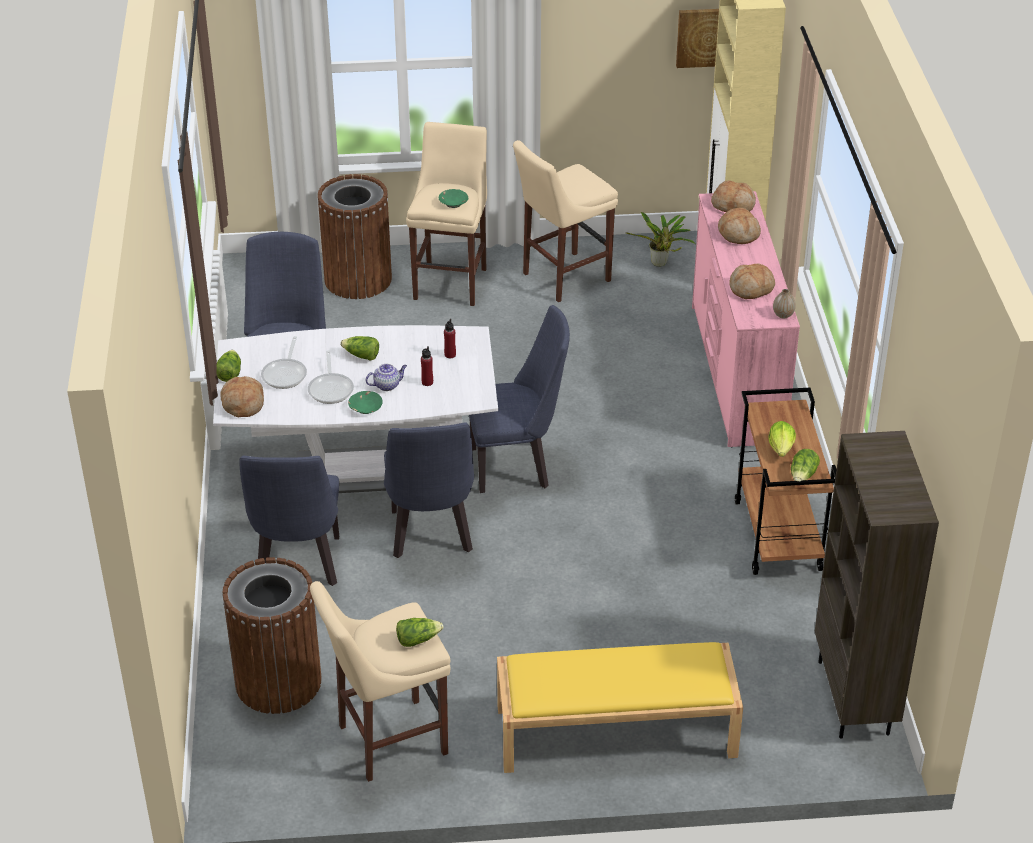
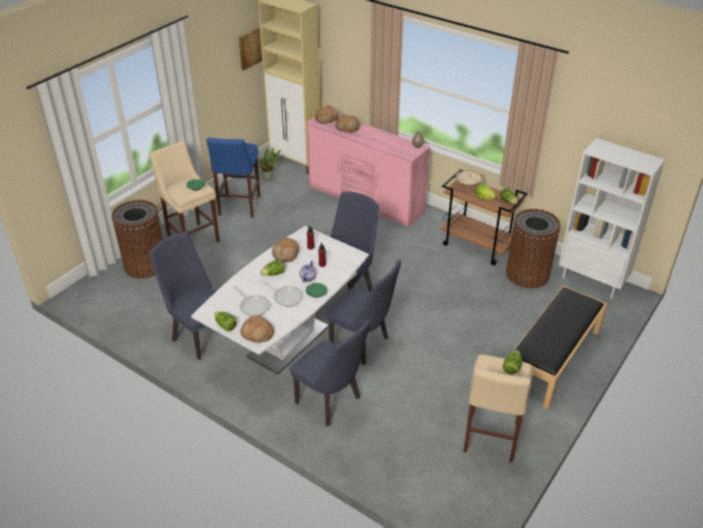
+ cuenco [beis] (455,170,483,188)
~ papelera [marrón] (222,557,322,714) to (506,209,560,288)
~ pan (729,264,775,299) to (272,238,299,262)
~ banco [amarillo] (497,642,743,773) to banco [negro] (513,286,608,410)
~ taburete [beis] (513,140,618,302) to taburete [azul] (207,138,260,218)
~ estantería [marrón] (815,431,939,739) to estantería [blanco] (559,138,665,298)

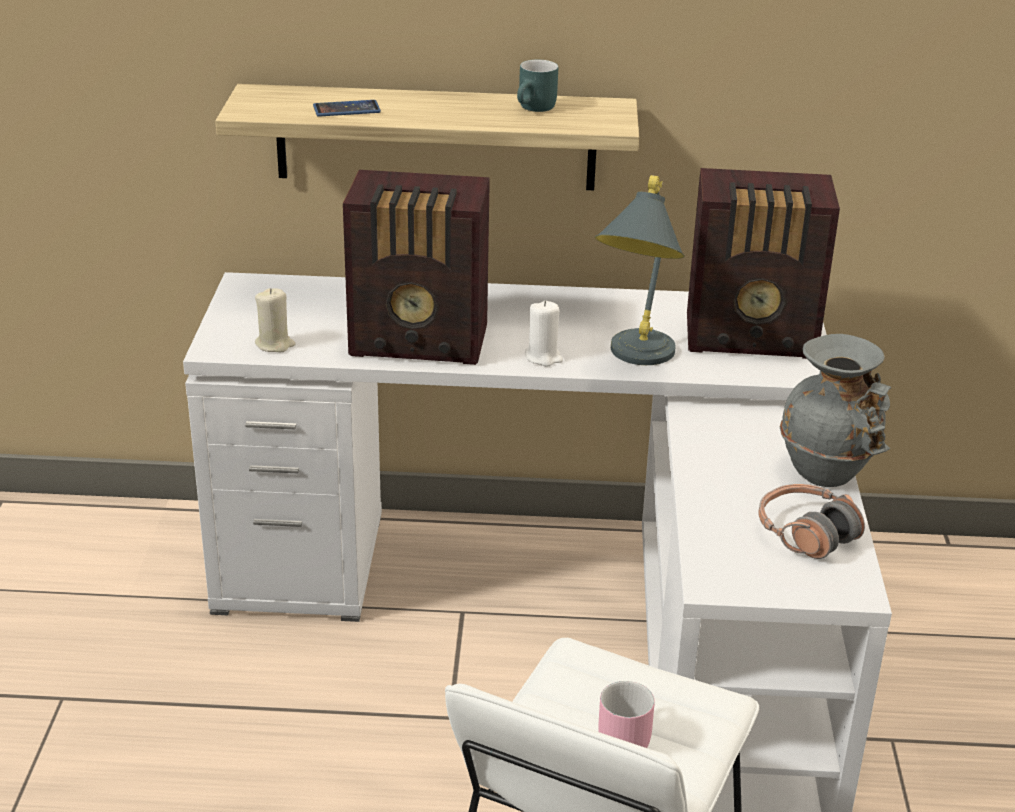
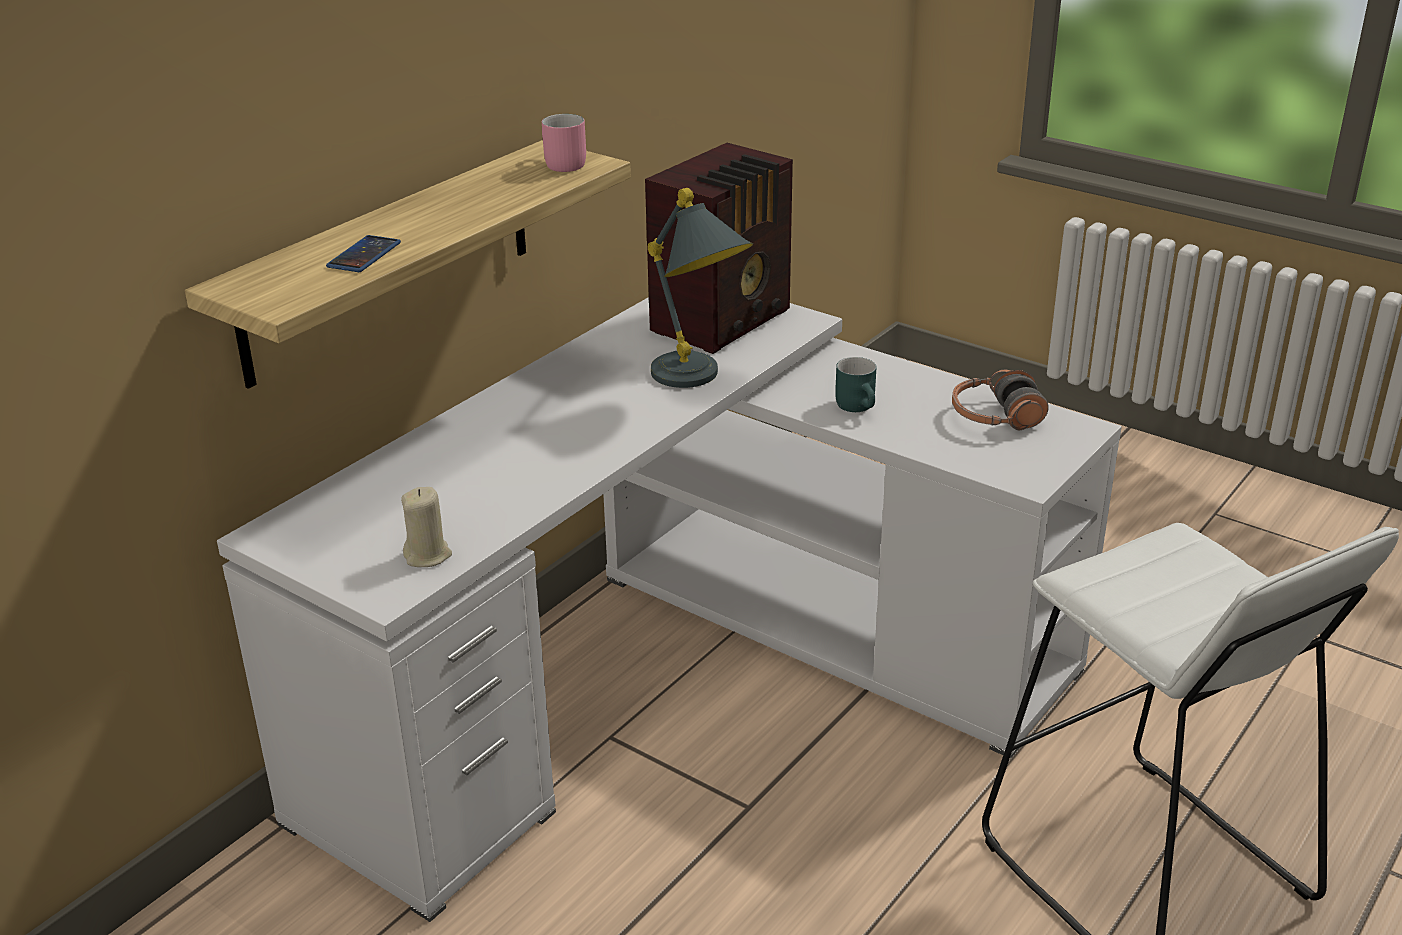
- radio (343,170,490,365)
- vela [blanco] (525,301,563,366)
- florero [gris] (780,334,891,487)
~ taza grande [turquesa] (517,60,558,112) to (835,357,876,412)
~ taza grande [rosa] (598,681,655,748) to (542,114,586,172)

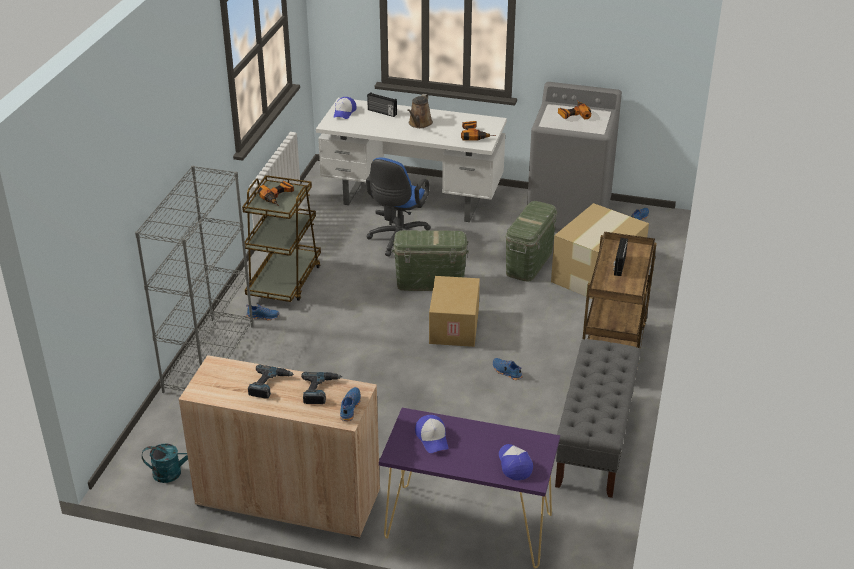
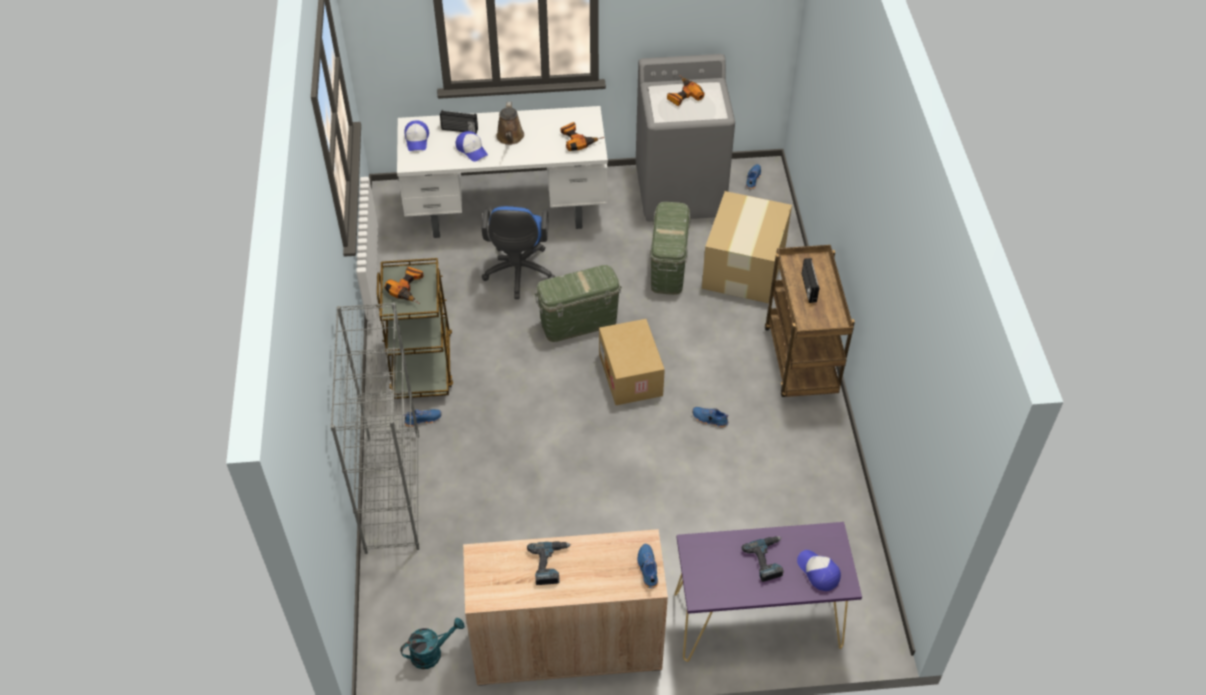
- banco [gris] (555,339,641,498)
~ taladro (301,372,342,404) to (742,536,784,582)
~ gorra (415,415,448,453) to (456,131,488,162)

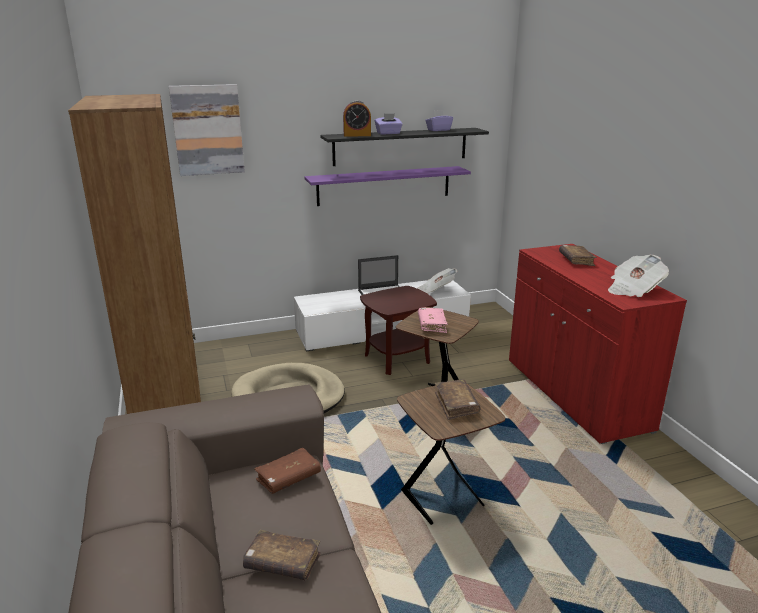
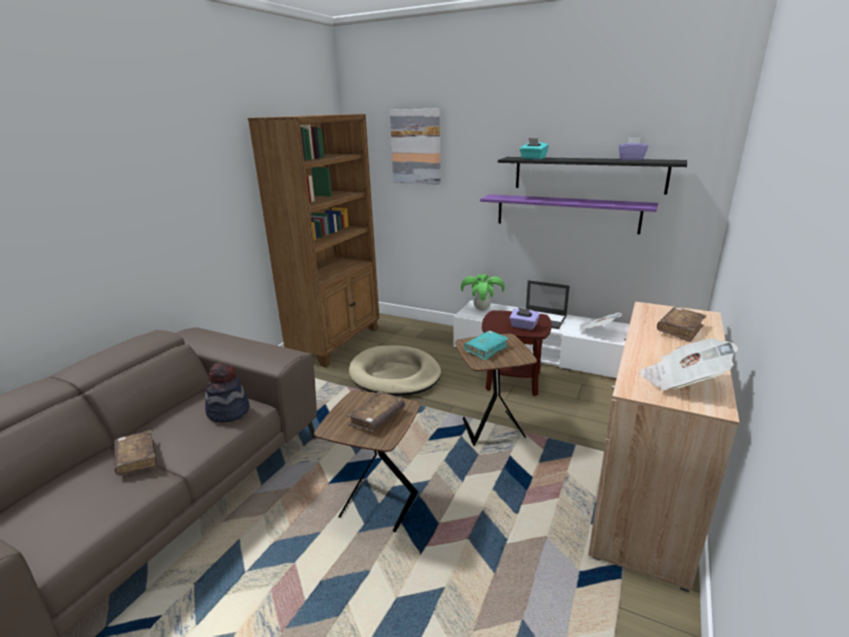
+ planta en maceta (461,274,505,311)
~ caja de pañuelos [morado] (375,113,403,135) to (509,308,540,330)
~ libro [marrón] (254,447,321,494) to sombrero (205,363,249,423)
~ despertador (343,100,371,137) to caja de pañuelos [turquesa] (520,138,549,160)
~ libro [rosa] (418,308,448,333) to libro [turquesa] (464,331,509,360)
~ armario [rojo] (509,244,687,444) to armario [beis] (588,302,739,592)

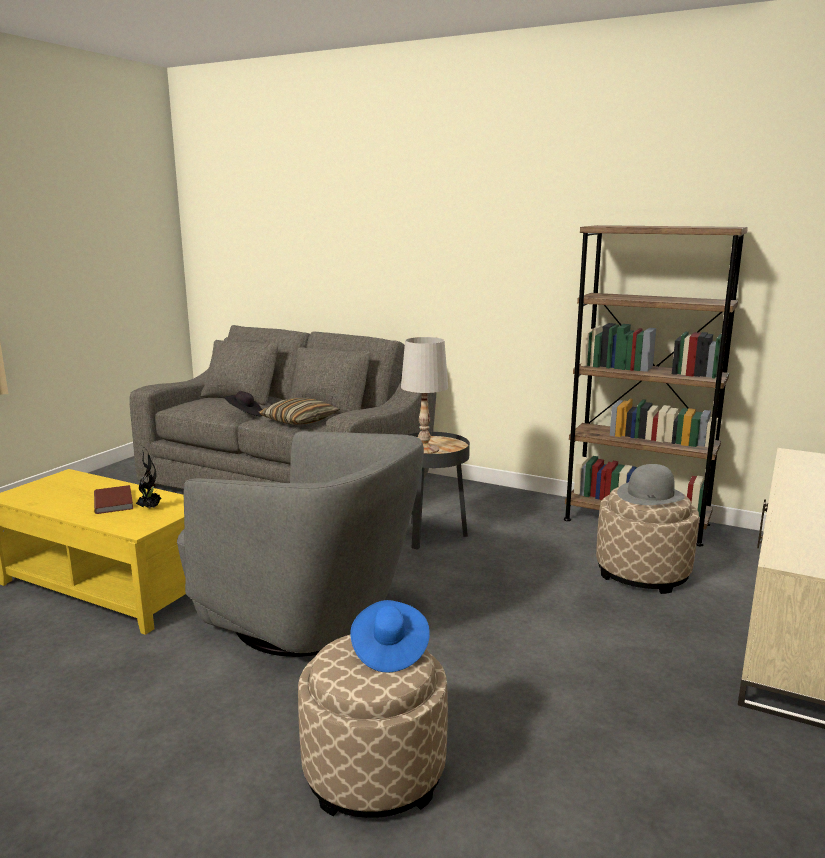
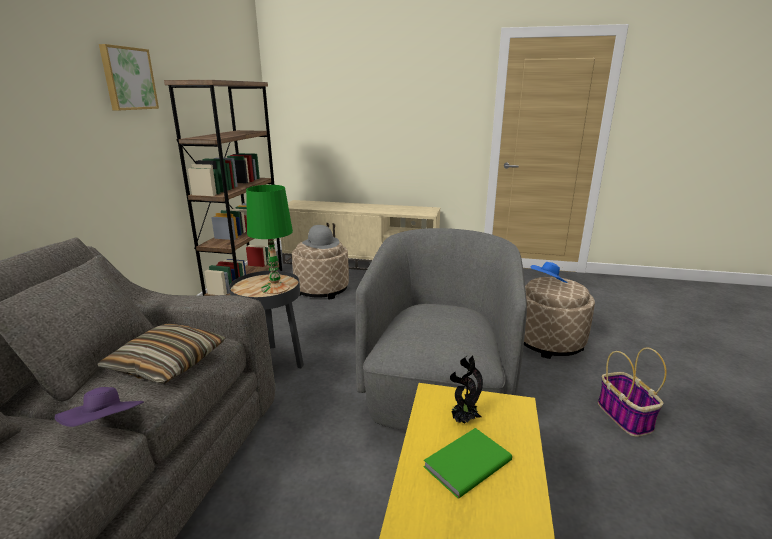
+ cuadro (99,44,159,110)
+ cesta (598,348,667,437)
~ libro [marrón] (94,485,133,514) to libro [verde] (424,428,512,499)
~ sombrero [negro] (224,391,262,416) to sombrero [morado] (55,387,144,427)
~ lámpara de mesa [blanco] (401,337,448,454) to lámpara de mesa [verde] (246,185,293,294)

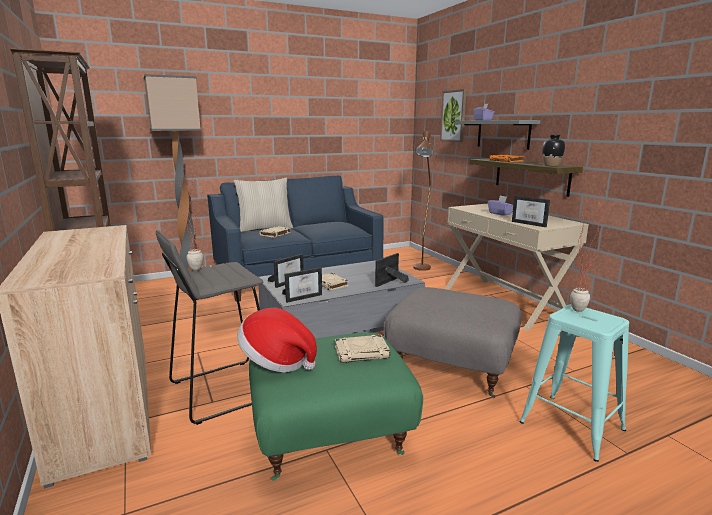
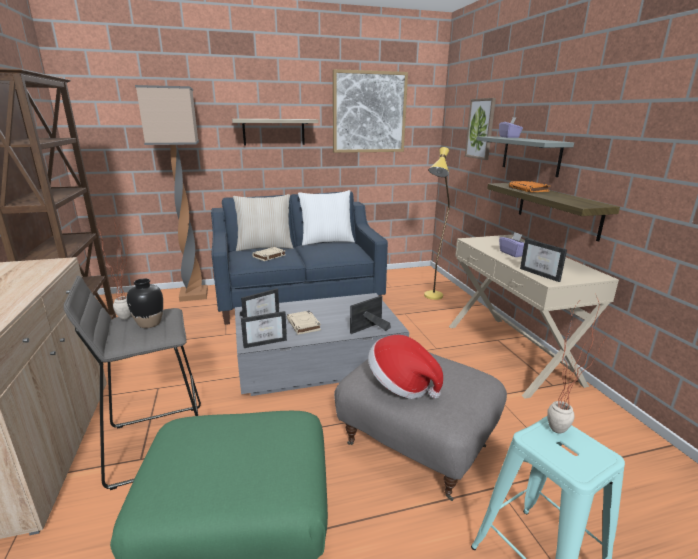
- libro [beis] (335,335,390,363)
+ estante (232,119,319,145)
+ cojín [blanco] (298,190,355,246)
+ cuadro (333,69,408,153)
~ sombrero (237,308,317,373) to (368,335,443,399)
~ florero [negro] (542,135,565,166) to (127,278,163,328)
~ lámpara de pie [marrón] (413,131,433,271) to lámpara de pie [amarillo] (424,147,450,300)

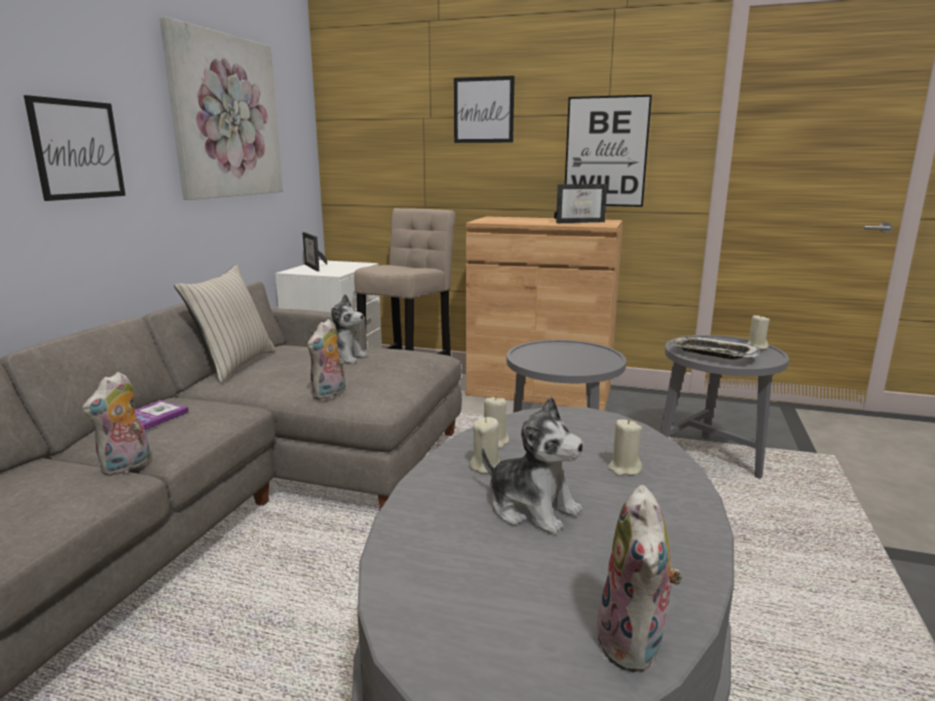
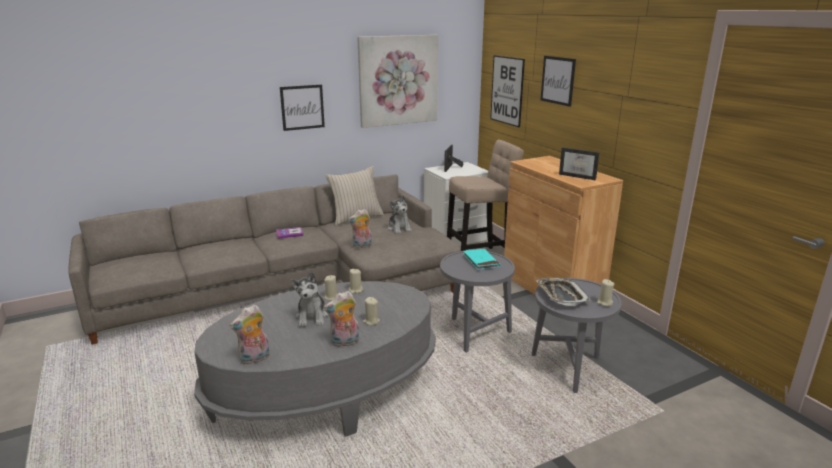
+ libro [turquesa] (463,249,500,270)
~ peluche (82,372,150,476) to (324,291,359,347)
~ cuadro (565,95,652,207) to (490,55,525,127)

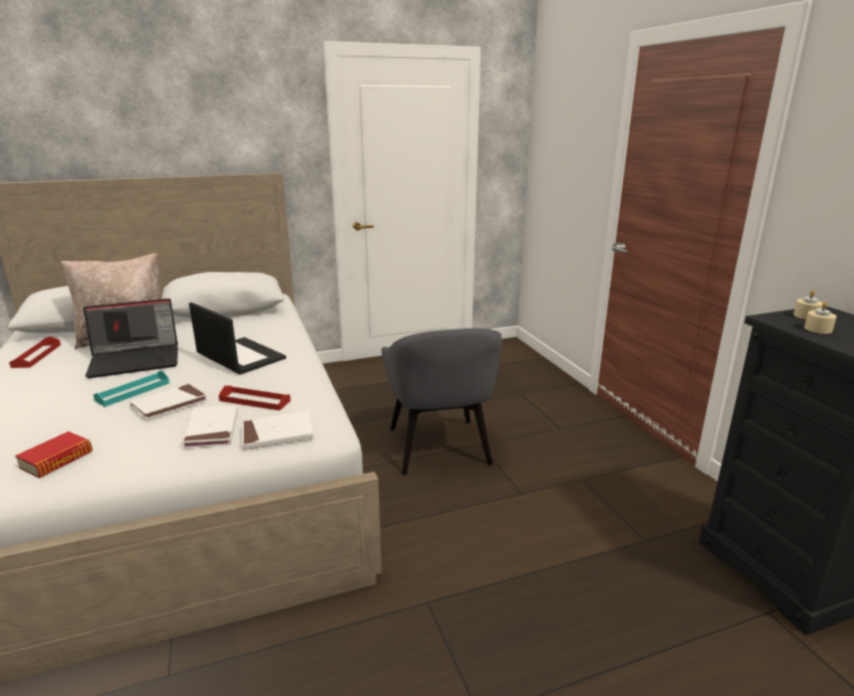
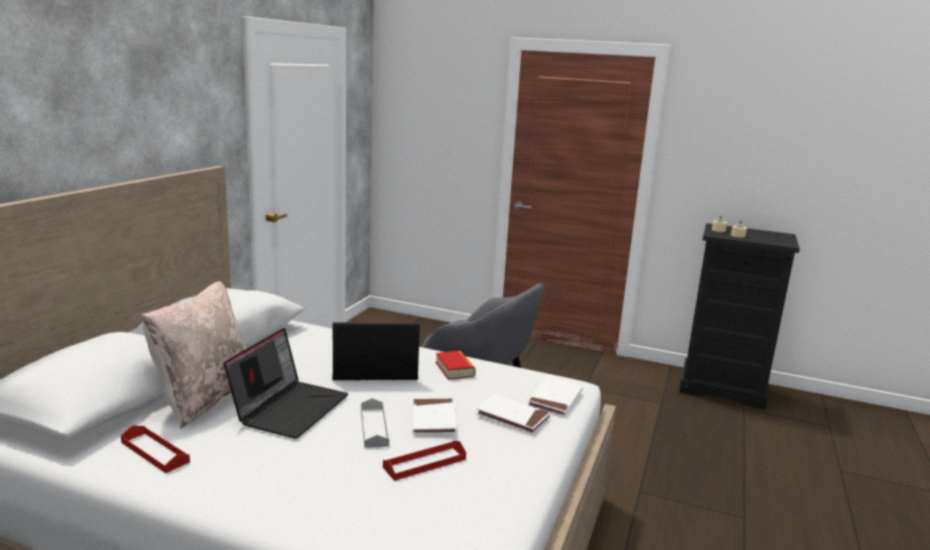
~ libro (15,431,93,478) to (435,351,476,380)
~ bandeja [rojo] (219,386,291,411) to (383,441,466,481)
~ bandeja [turquesa] (93,371,169,407) to bandeja [gris] (361,398,389,448)

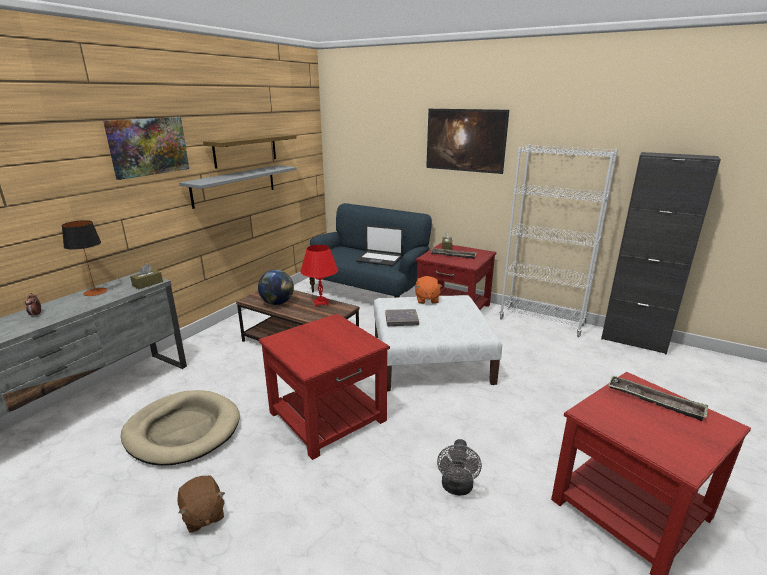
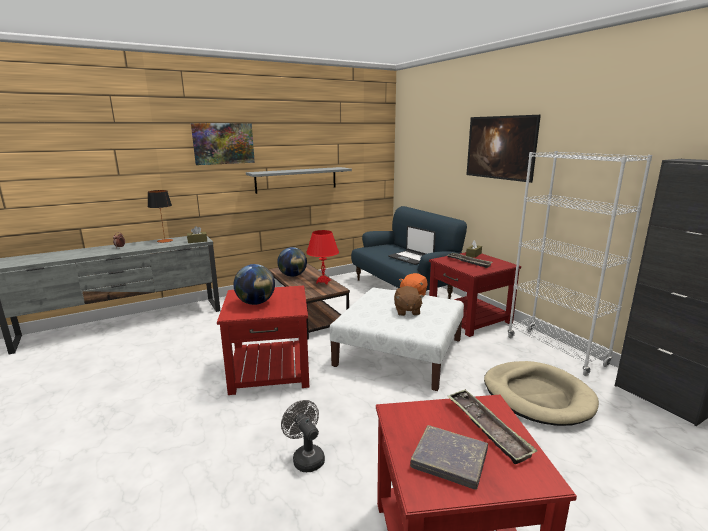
- estante (203,134,296,169)
+ globo terráqueo (234,264,275,305)
~ cama para perro [beis] (121,390,240,466) to (484,361,599,426)
~ peluche [marrón] (177,476,225,533) to (394,286,424,316)
~ libro [gris] (385,309,419,326) to (410,425,488,490)
~ ventilador [gris] (437,439,482,495) = (281,400,325,472) 105 degrees clockwise

